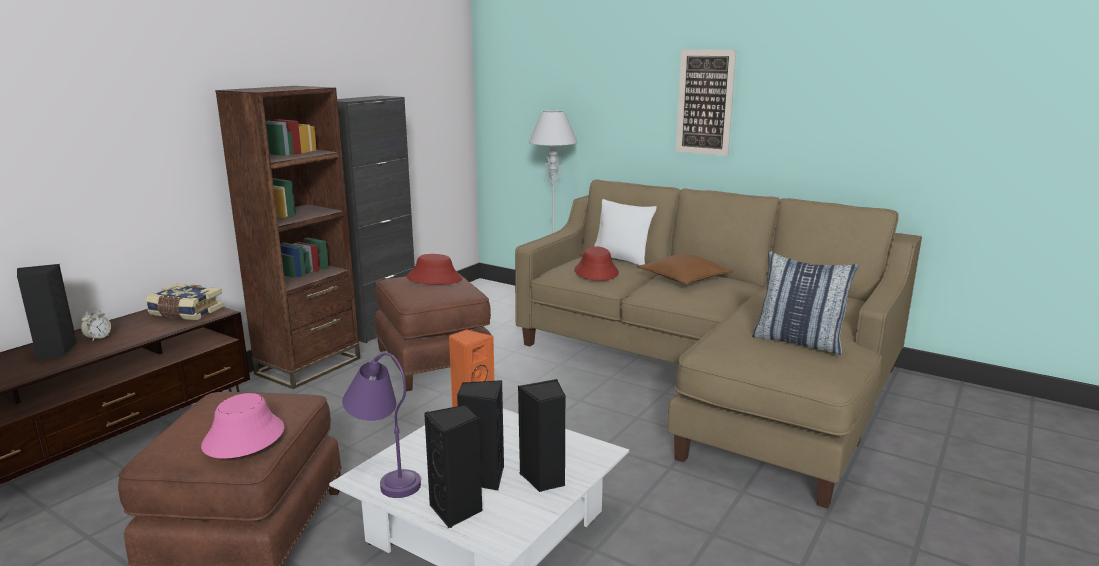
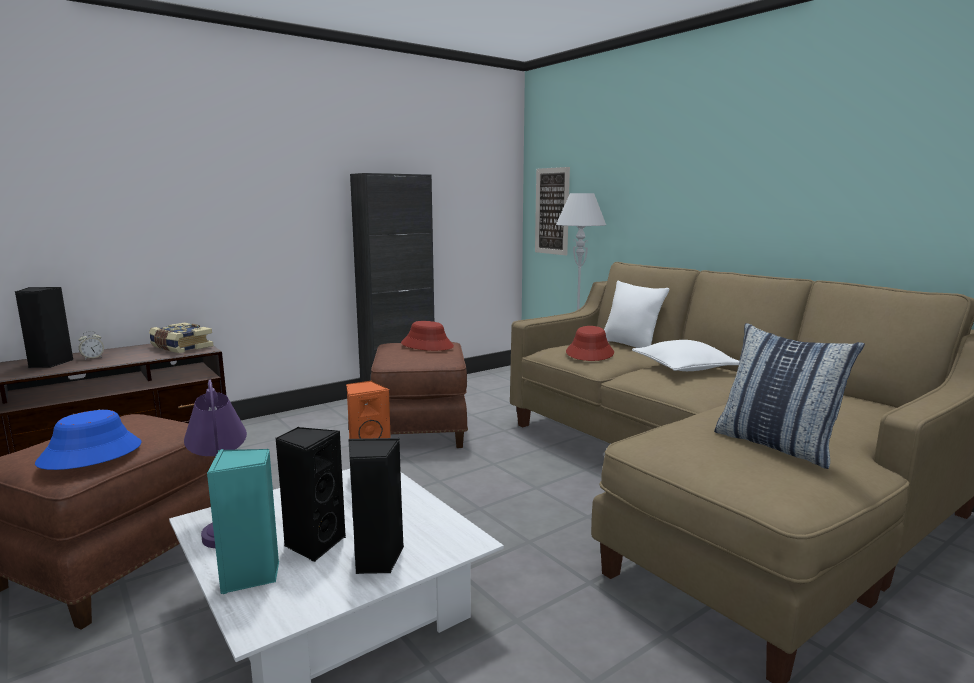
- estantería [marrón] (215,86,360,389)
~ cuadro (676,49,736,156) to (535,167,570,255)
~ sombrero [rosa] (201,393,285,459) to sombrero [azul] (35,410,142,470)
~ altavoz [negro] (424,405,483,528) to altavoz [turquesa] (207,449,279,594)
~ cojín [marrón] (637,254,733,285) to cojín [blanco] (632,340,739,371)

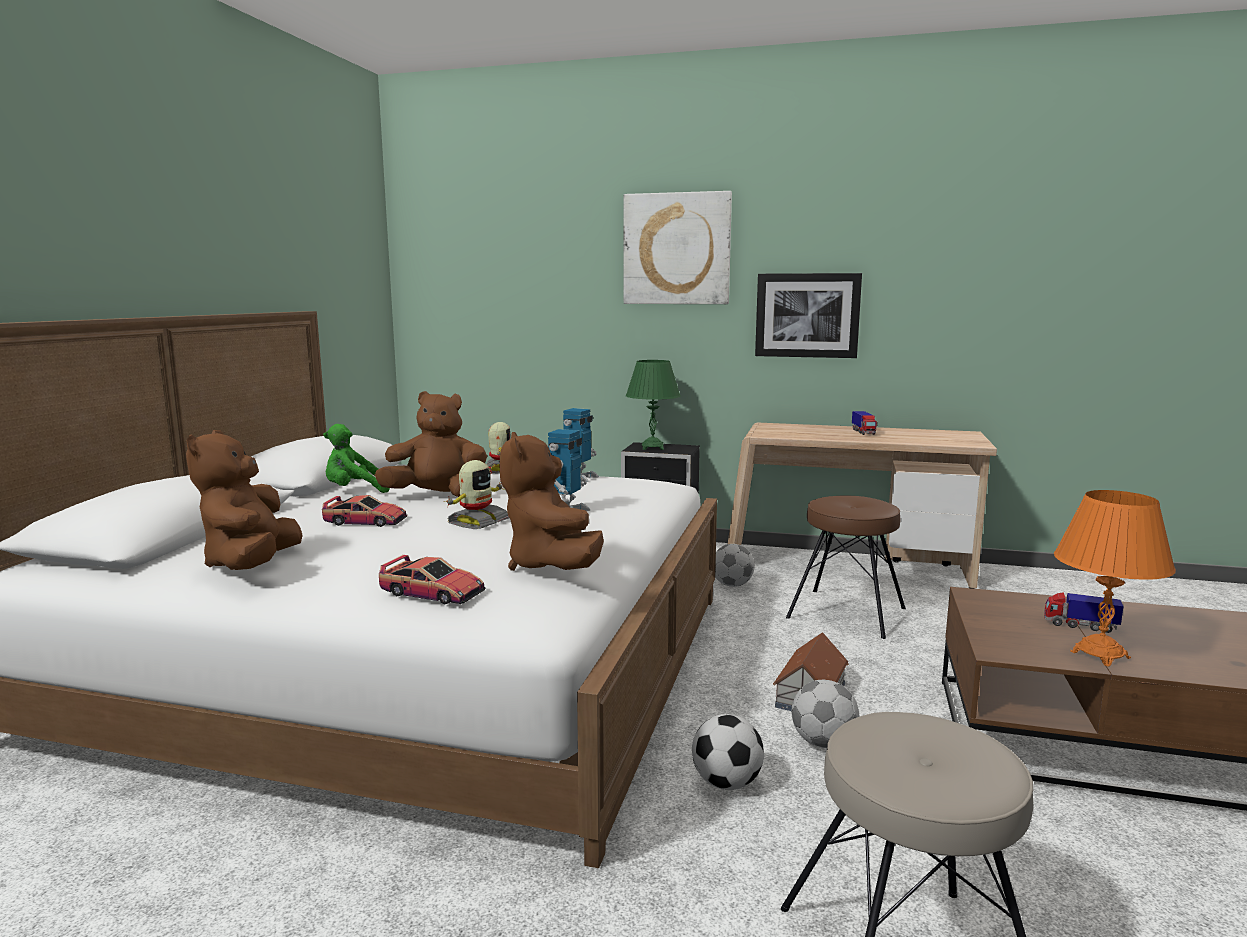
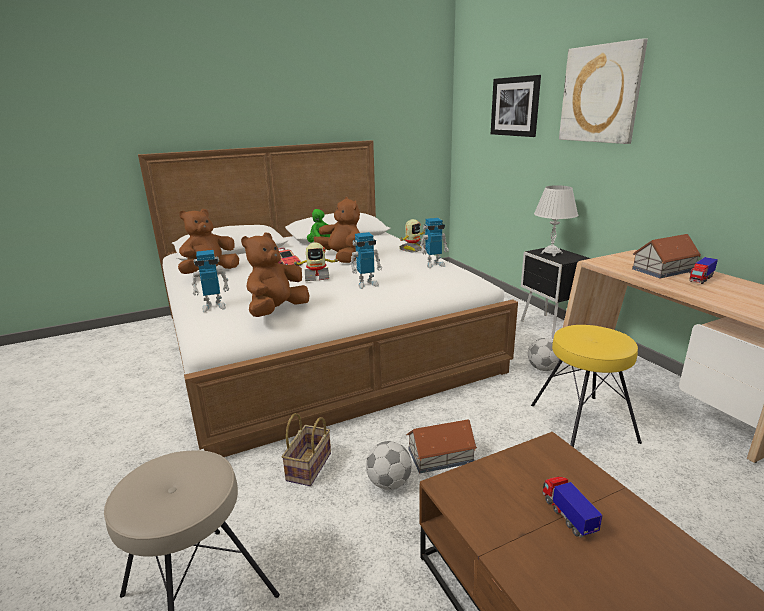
- lámpara de mesa [naranja] (1054,490,1176,667)
+ casita (632,234,701,278)
~ cuadro (755,273,862,358) to (491,75,541,137)
~ coche de juguete (379,555,485,605) to robot de juguete (192,250,229,312)
~ balón de fútbol (692,714,764,790) to cesta (281,413,331,486)
~ lámpara de mesa [verde] (626,360,680,450) to lámpara de mesa [blanco] (534,185,578,257)
~ taburete [marrón] (786,496,906,639) to taburete [amarillo] (531,325,642,447)

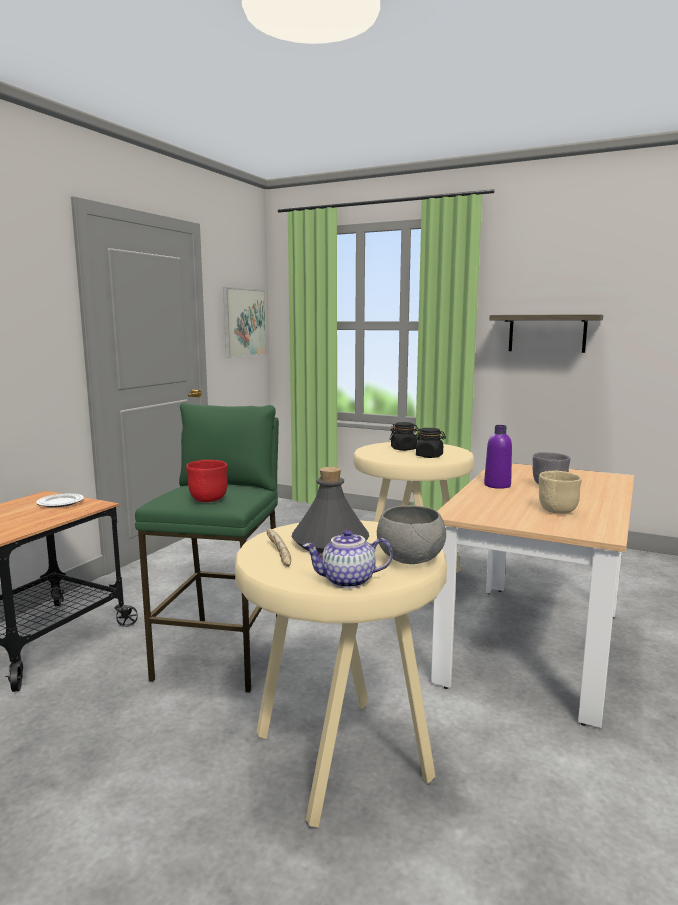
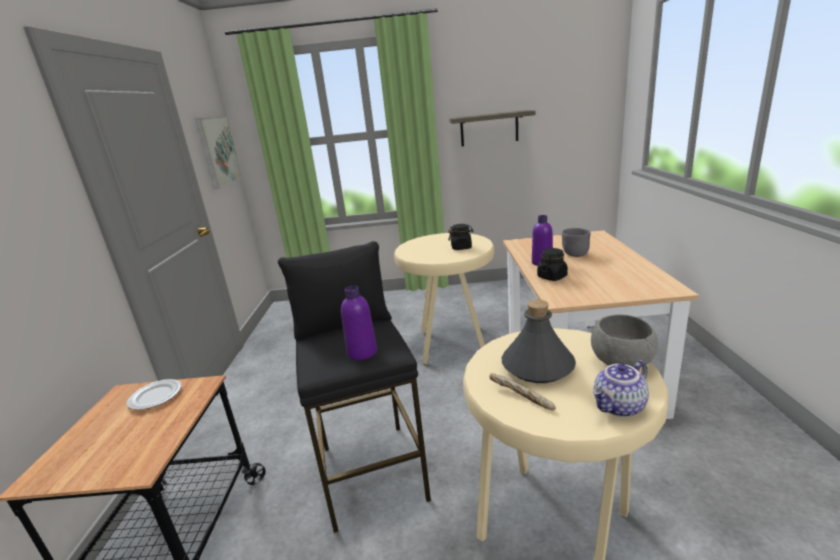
- cuenco [beis] (539,470,582,514)
~ tarro [negro] (390,422,418,451) to (537,248,568,281)
~ cuenco [rojo] (186,460,228,502) to botella [morado] (341,286,377,360)
~ taburete [verde] (135,402,279,693) to taburete [negro] (278,241,431,533)

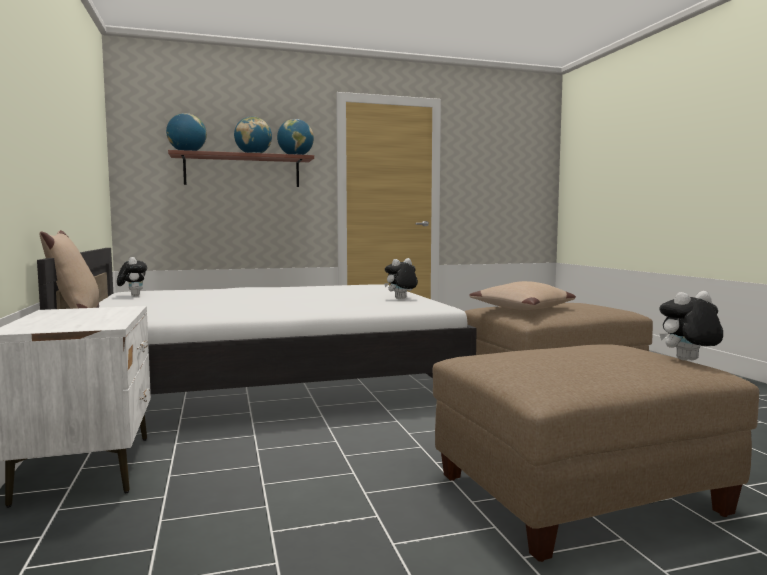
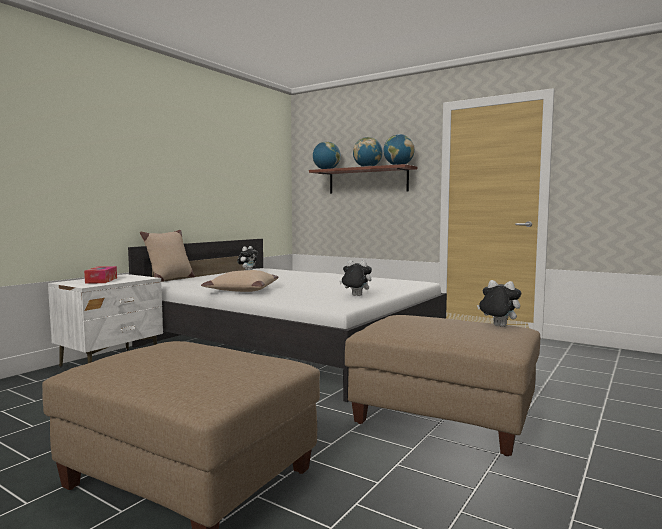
+ caja de pañuelos (84,266,117,284)
~ cojín [beis] (469,281,576,310) to (201,270,279,292)
~ peluche (659,291,723,360) to (477,280,521,327)

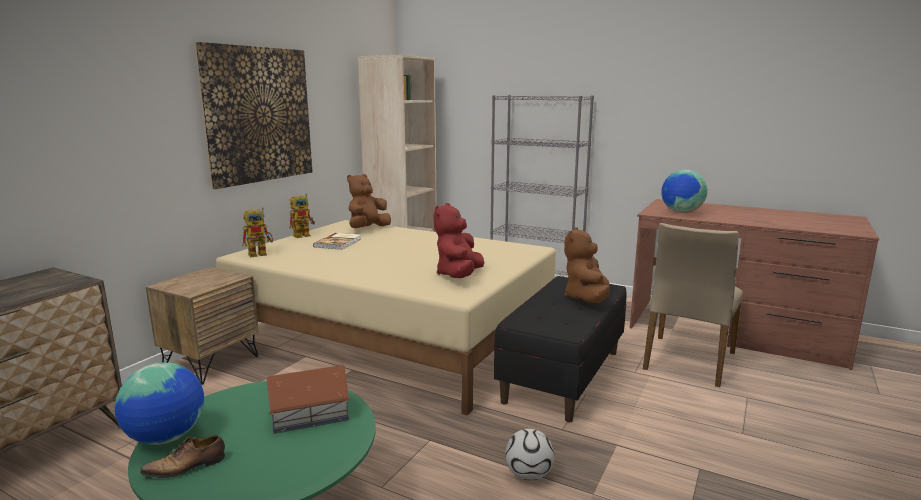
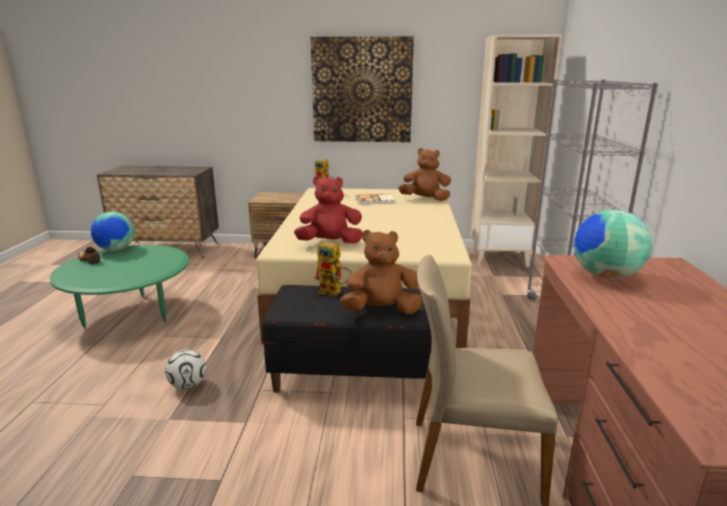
- casita (267,365,350,434)
~ robot de juguete (289,194,315,238) to (314,242,352,297)

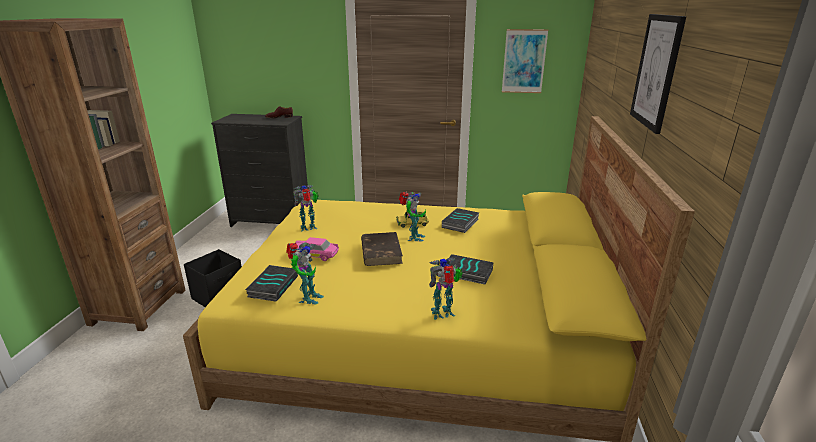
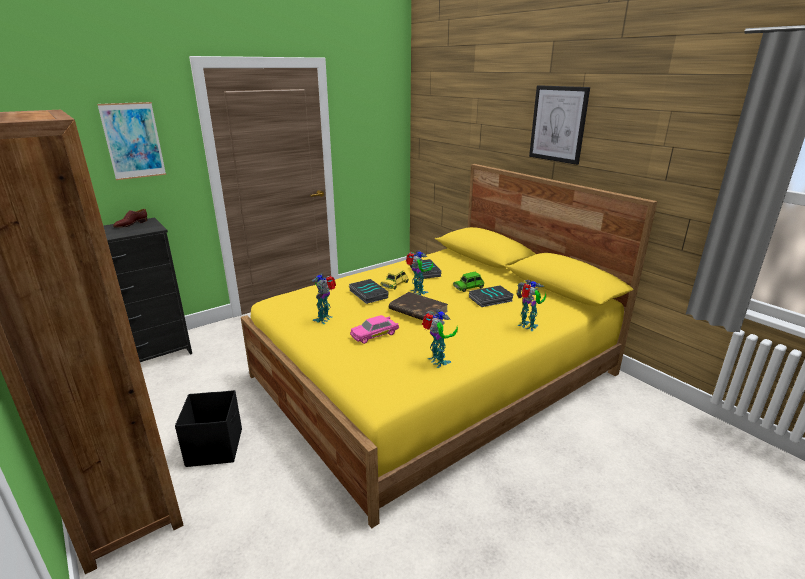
+ coche de juguete [verde] (453,272,484,292)
~ libro (245,265,298,302) to (349,279,388,304)
~ cuadro (502,29,548,93) to (97,102,166,180)
~ robot de juguete (429,258,463,320) = (517,280,546,331) 105 degrees clockwise

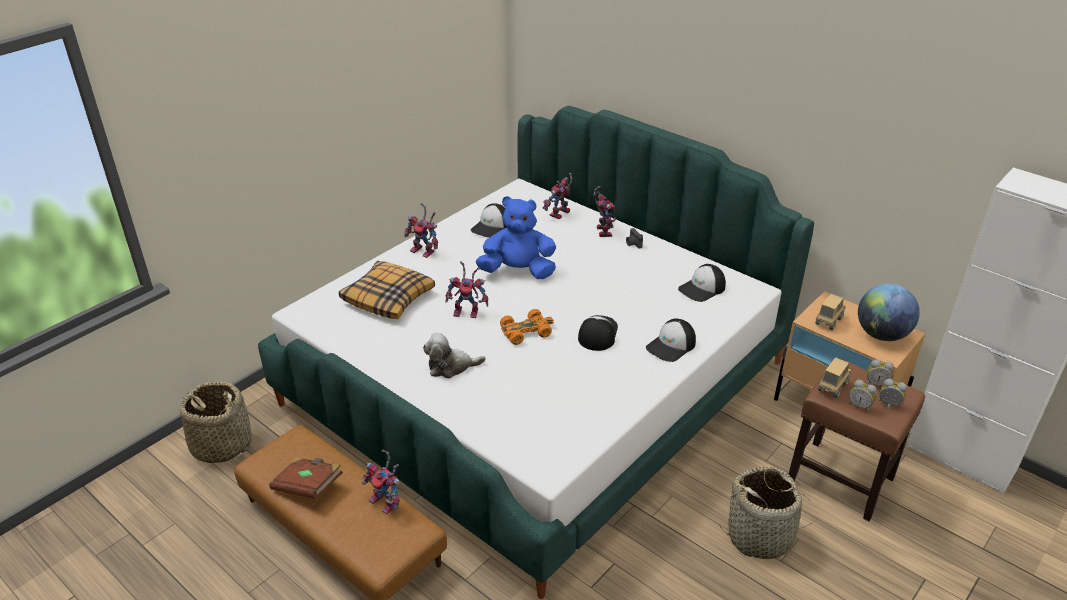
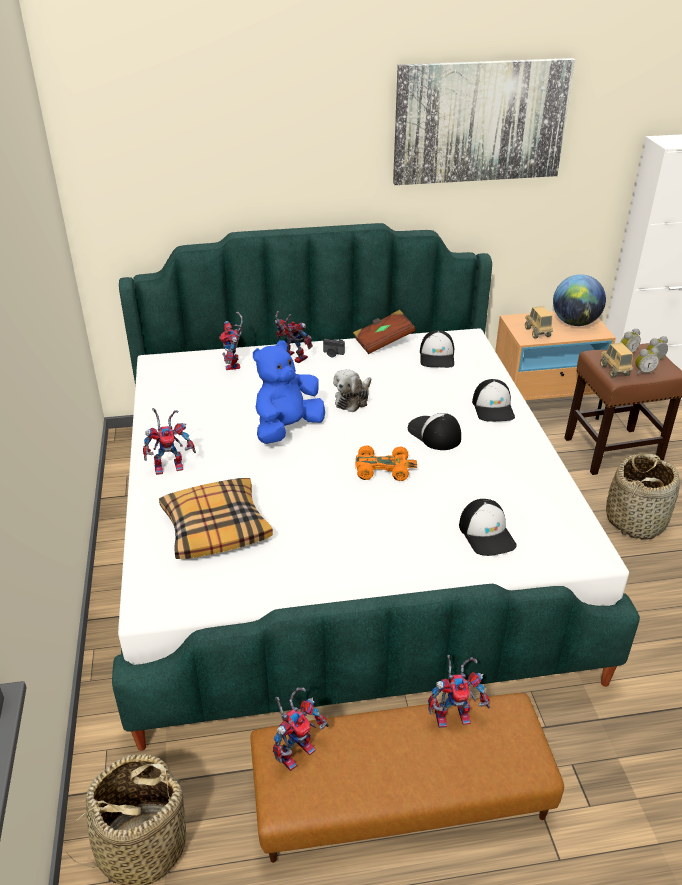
+ cuadro (393,58,575,185)
~ libro [marrón] (269,457,343,499) to (353,310,416,354)
~ peluche (423,333,485,378) to (333,369,371,412)
~ robot de juguete (445,261,488,318) to (273,687,329,771)
~ gorra (471,204,506,238) to (459,499,516,556)
~ coche de juguete [naranja] (500,309,554,345) = (355,445,417,481) 75 degrees clockwise

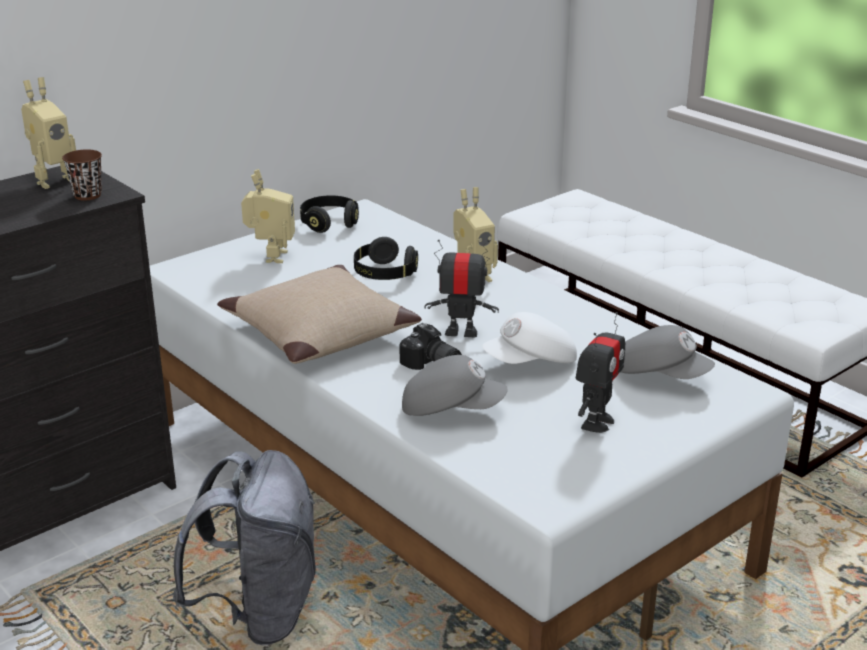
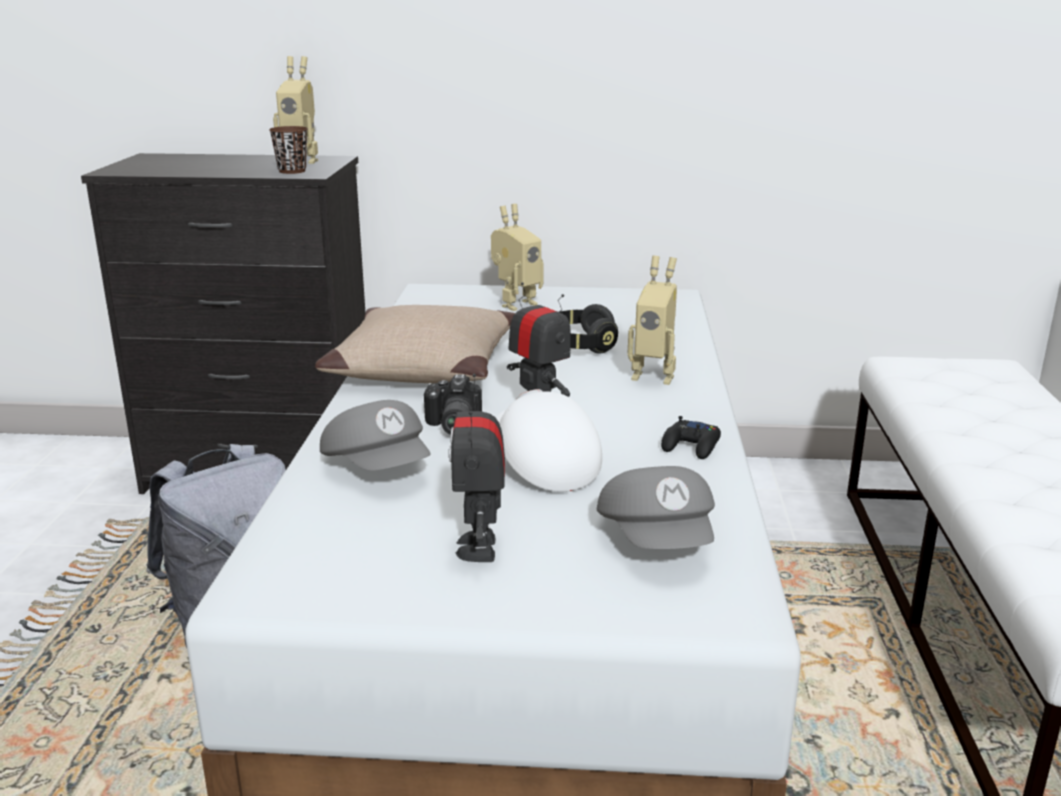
- auriculares [negro] (300,195,359,233)
+ mando de consola [negro] (661,416,721,459)
~ gorra [blanco] (482,312,577,364) = (496,389,602,492) 45 degrees clockwise
~ robot de juguete (576,312,625,433) = (448,374,505,562) 105 degrees clockwise

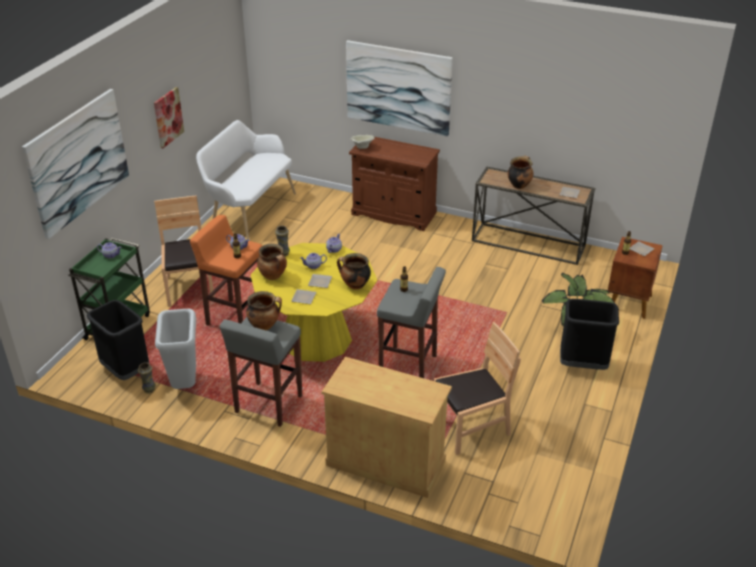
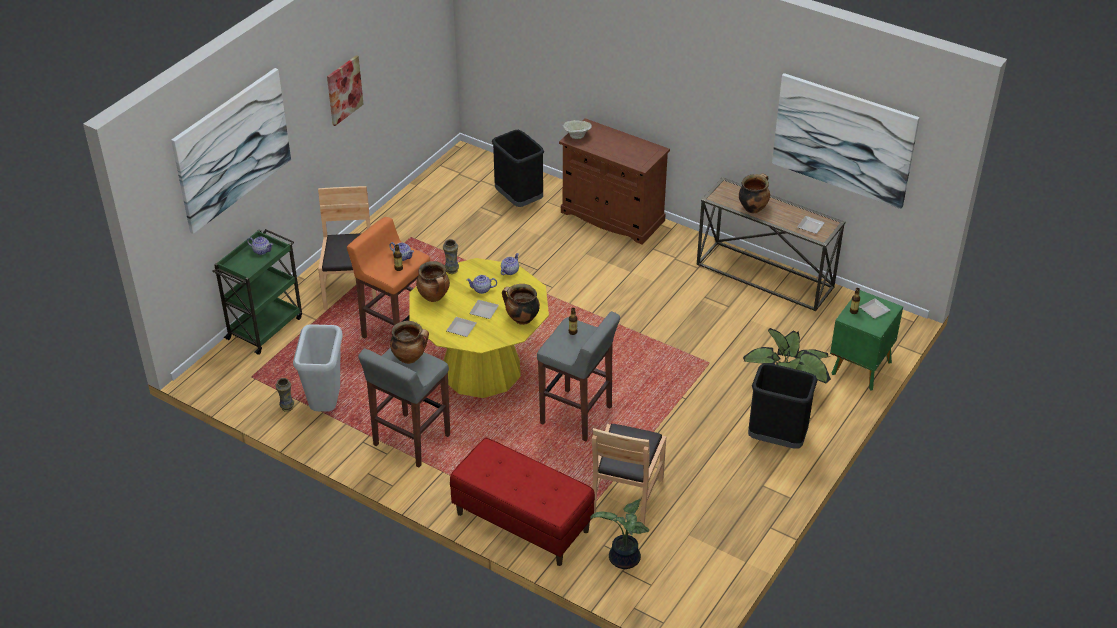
- banco [blanco] (196,120,296,239)
+ planta en maceta (590,499,649,569)
~ papelera [negro] (87,300,149,380) to (492,130,544,207)
~ cuadro (346,40,453,137) to (772,73,920,209)
~ armario [beis] (322,357,452,498) to banco [rojo] (450,438,595,566)
~ mesita de noche [marrón] (608,237,663,319) to mesita de noche [verde] (830,290,903,391)
~ silla [marrón] (434,322,521,455) = (592,424,666,525) 120 degrees clockwise

